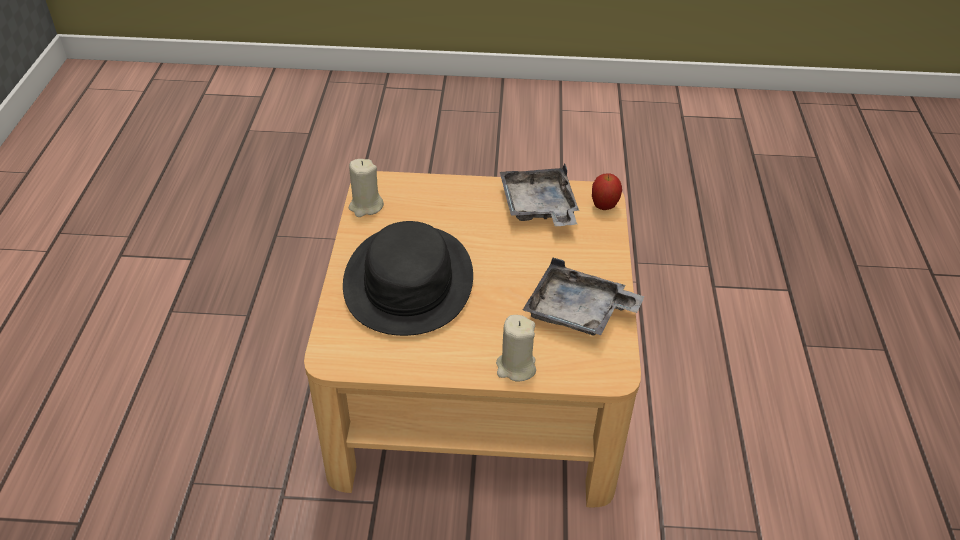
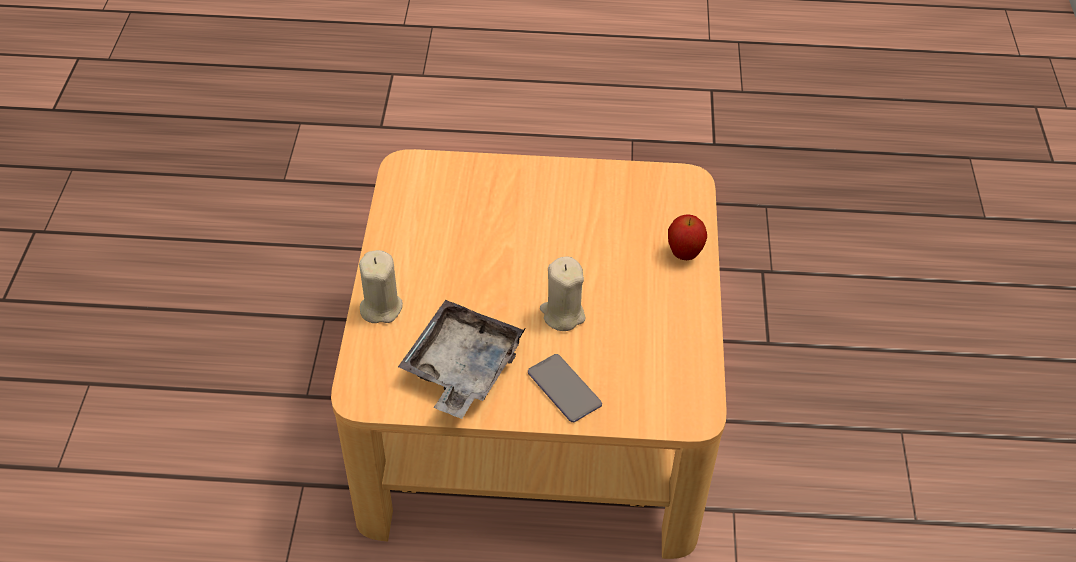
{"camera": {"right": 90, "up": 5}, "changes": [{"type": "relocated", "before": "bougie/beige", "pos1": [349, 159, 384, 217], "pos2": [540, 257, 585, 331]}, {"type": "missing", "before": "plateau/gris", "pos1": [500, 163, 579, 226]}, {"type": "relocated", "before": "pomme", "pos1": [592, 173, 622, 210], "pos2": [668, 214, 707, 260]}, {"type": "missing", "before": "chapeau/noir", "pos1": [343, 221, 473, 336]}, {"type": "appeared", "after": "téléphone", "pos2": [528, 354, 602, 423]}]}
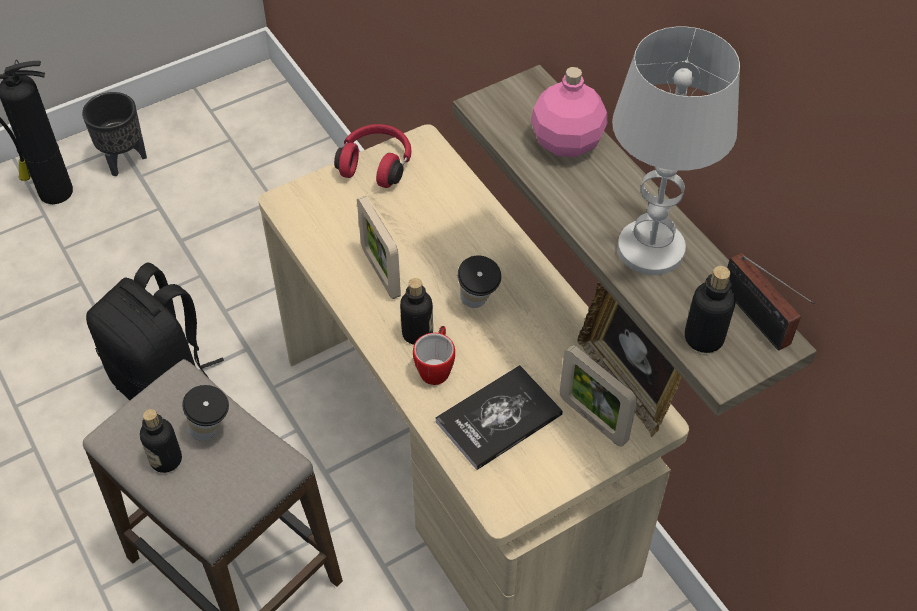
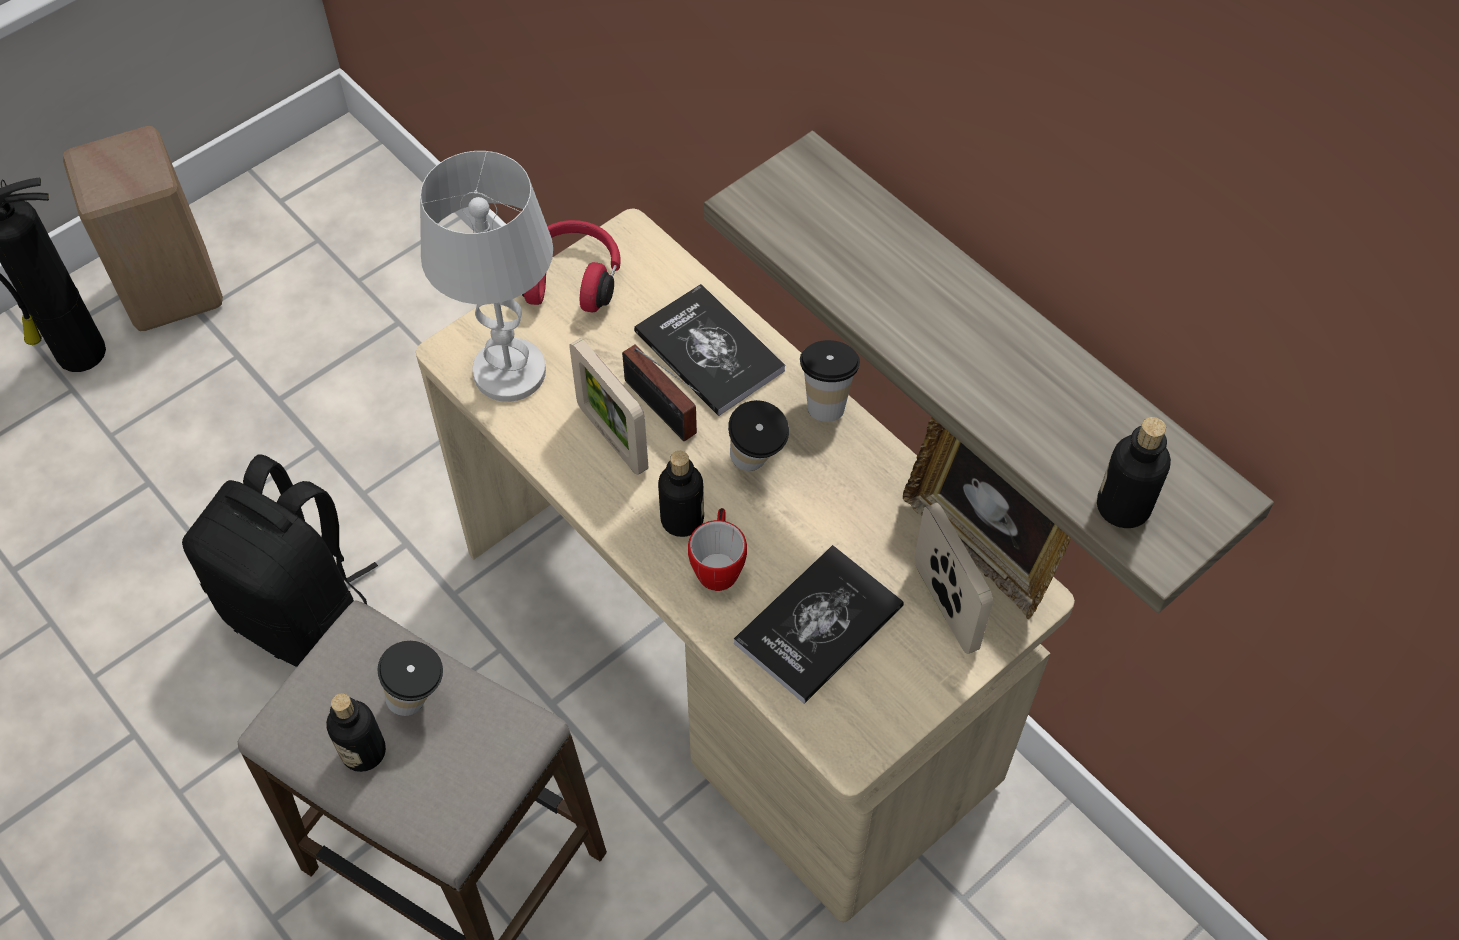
{"camera": {"right": -10, "up": 5}, "changes": [{"type": "relocated", "before": "lampe de table/blanc", "pos1": [612, 27, 740, 275], "pos2": [420, 151, 553, 402]}, {"type": "missing", "before": "bouteille/rose", "pos1": [531, 67, 607, 157]}, {"type": "exchanged", "before": "cache-pot/noir", "after": "tabouret/beige", "pos1": [82, 92, 147, 176], "pos2": [63, 126, 223, 331]}, {"type": "relocated", "before": "radio", "pos1": [727, 253, 814, 350], "pos2": [622, 344, 700, 441]}, {"type": "spun", "before": "cadre photo", "pos1": [560, 345, 637, 447], "pos2": [914, 503, 993, 654], "turn": -150}, {"type": "appeared", "after": "livre", "pos2": [634, 284, 785, 416]}, {"type": "appeared", "after": "tasse", "pos2": [800, 340, 860, 422]}]}
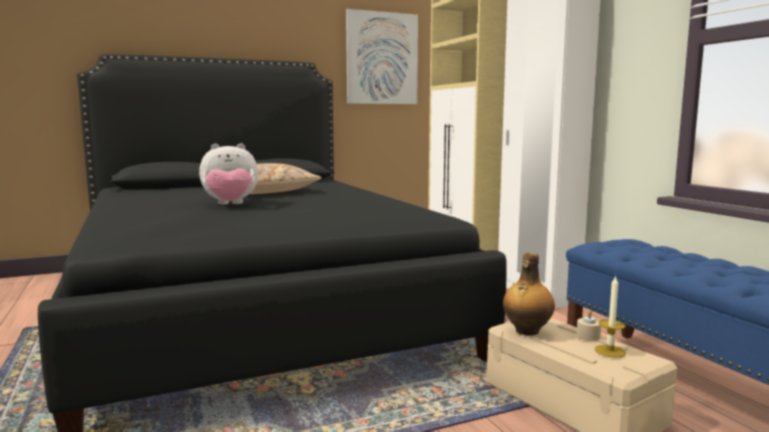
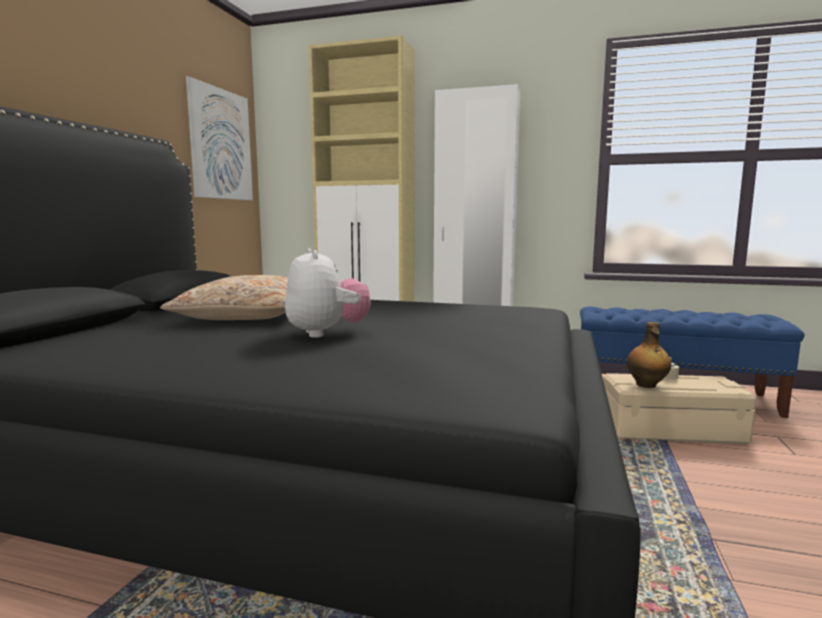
{"camera": {"right": -50, "up": 0}, "changes": [{"type": "spun", "before": "peluche", "pos1": [199, 143, 258, 205], "pos2": [285, 248, 371, 338], "turn": -45}, {"type": "missing", "before": "bougie", "pos1": [595, 275, 626, 357]}]}
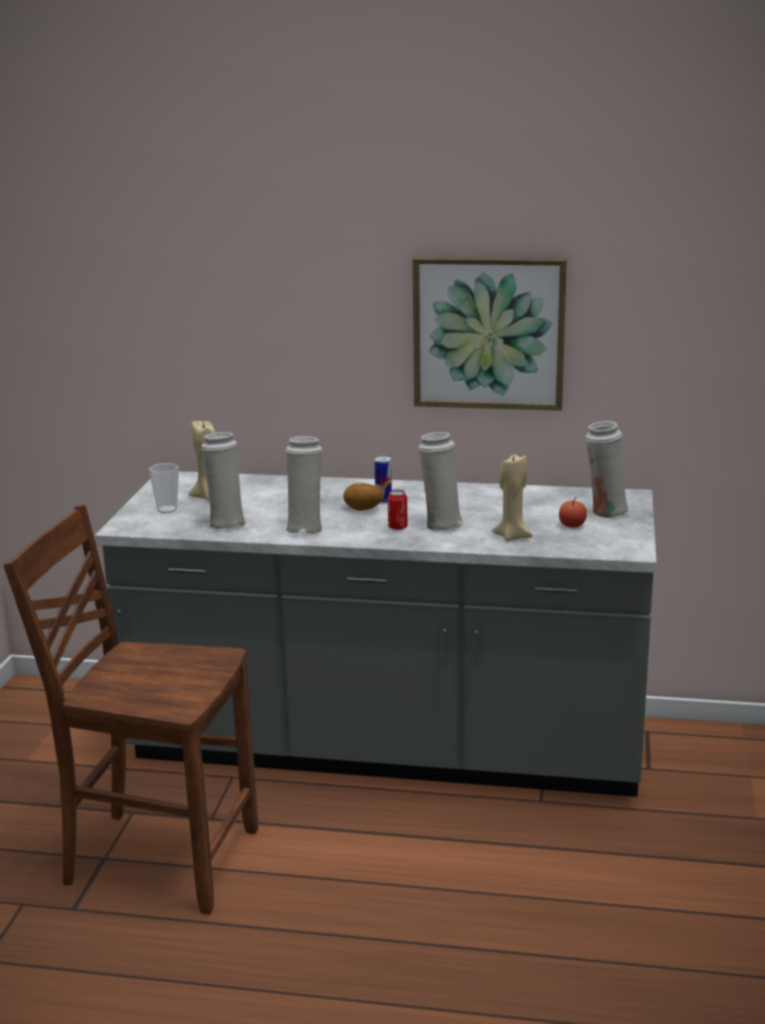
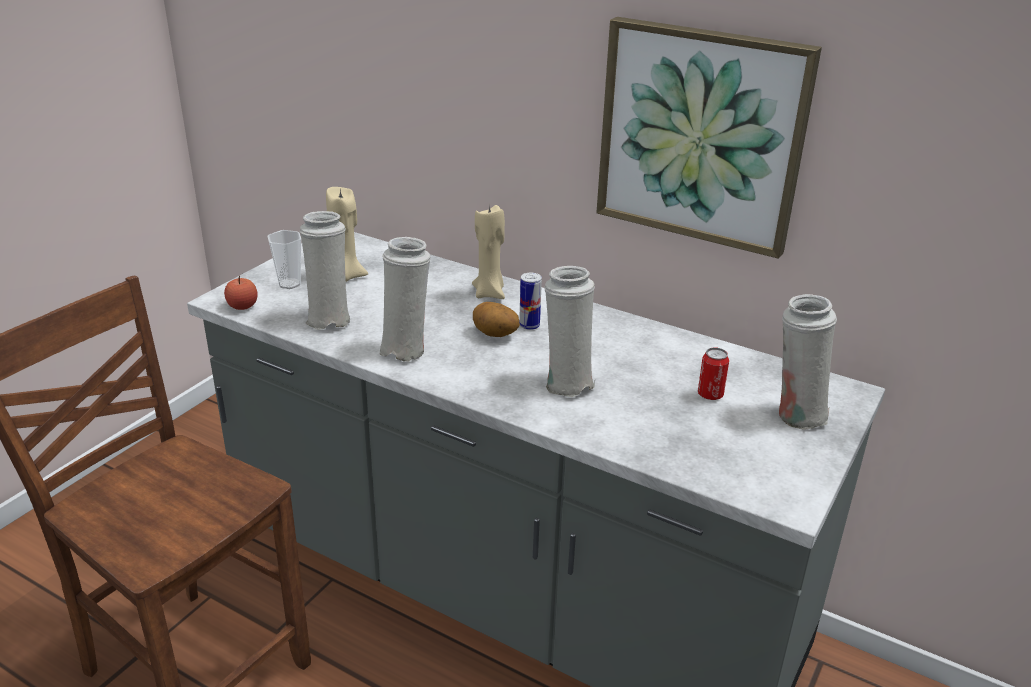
{"camera": {"right": 20, "up": 10}, "changes": [{"type": "relocated", "before": "bougie/beige", "pos1": [492, 452, 532, 542], "pos2": [472, 204, 505, 299]}, {"type": "relocated", "before": "boîte métallique", "pos1": [388, 490, 408, 530], "pos2": [698, 348, 729, 400]}, {"type": "relocated", "before": "pomme", "pos1": [559, 497, 587, 528], "pos2": [224, 276, 258, 310]}]}
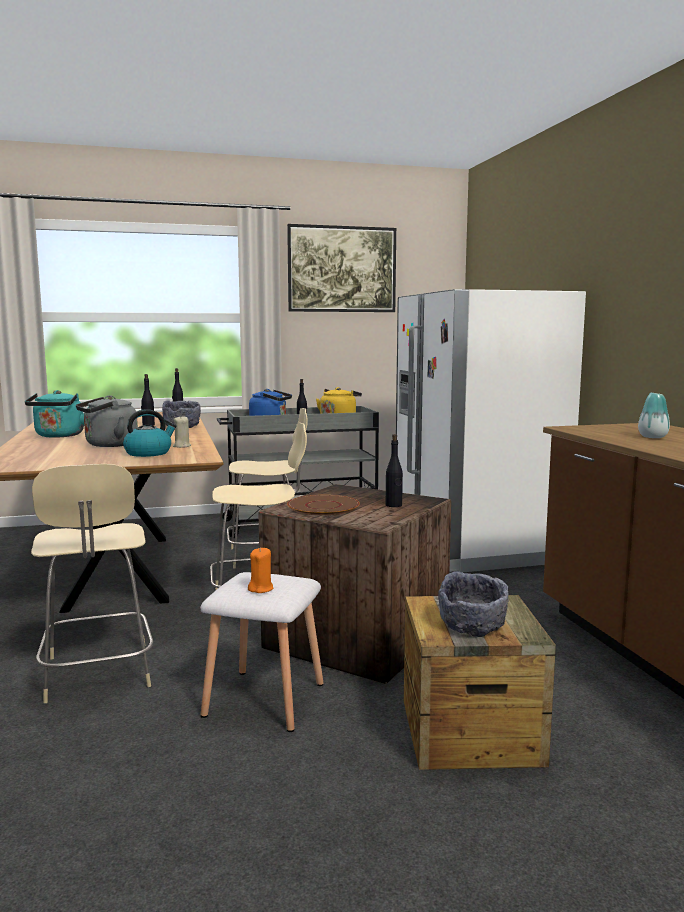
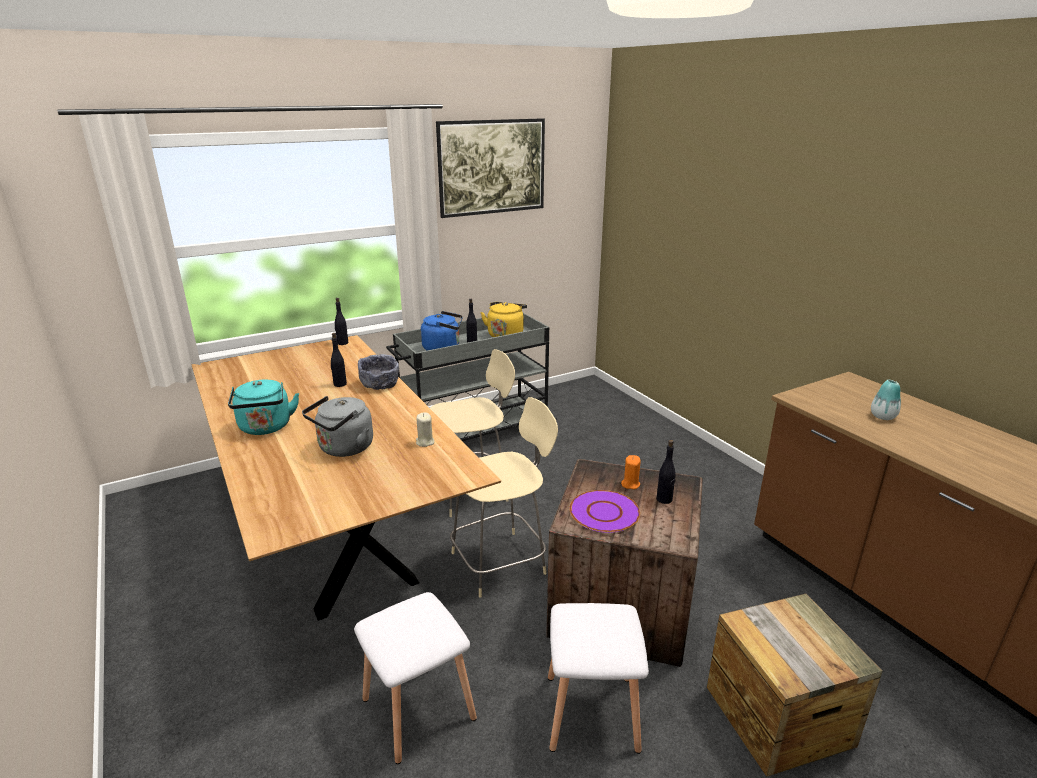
{"camera": {"right": -15, "up": 15}, "changes": [{"type": "missing", "before": "réfrigérateur/blanc", "pos1": [396, 289, 586, 573]}, {"type": "missing", "before": "bouilloire", "pos1": [123, 409, 177, 457]}, {"type": "exchanged", "before": "chaise/beige", "after": "tabouret/blanc", "pos1": [31, 464, 153, 703], "pos2": [354, 592, 477, 764]}, {"type": "colour", "before": "assiette/marron", "after": "assiette/violet", "pos1": [287, 495, 360, 515], "pos2": [570, 490, 640, 533]}, {"type": "relocated", "before": "bougie/orange", "pos1": [248, 547, 273, 593], "pos2": [621, 455, 641, 489]}, {"type": "missing", "before": "bol/gris", "pos1": [438, 571, 509, 637]}]}
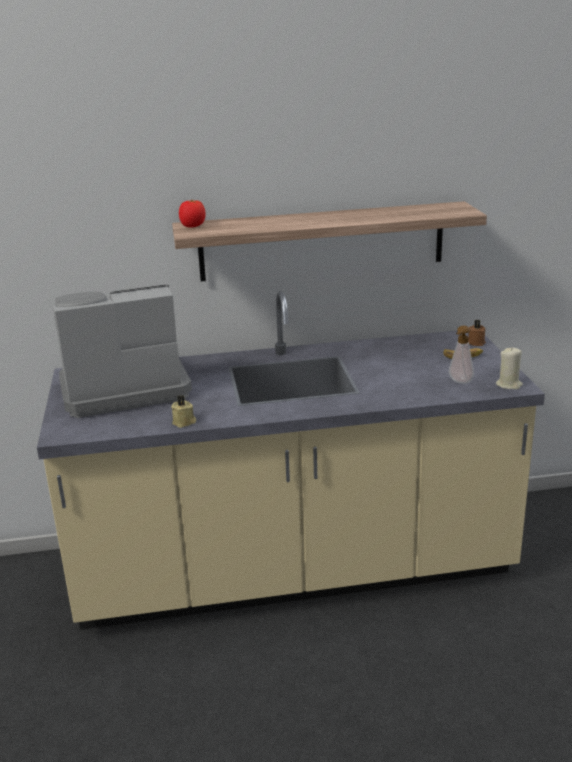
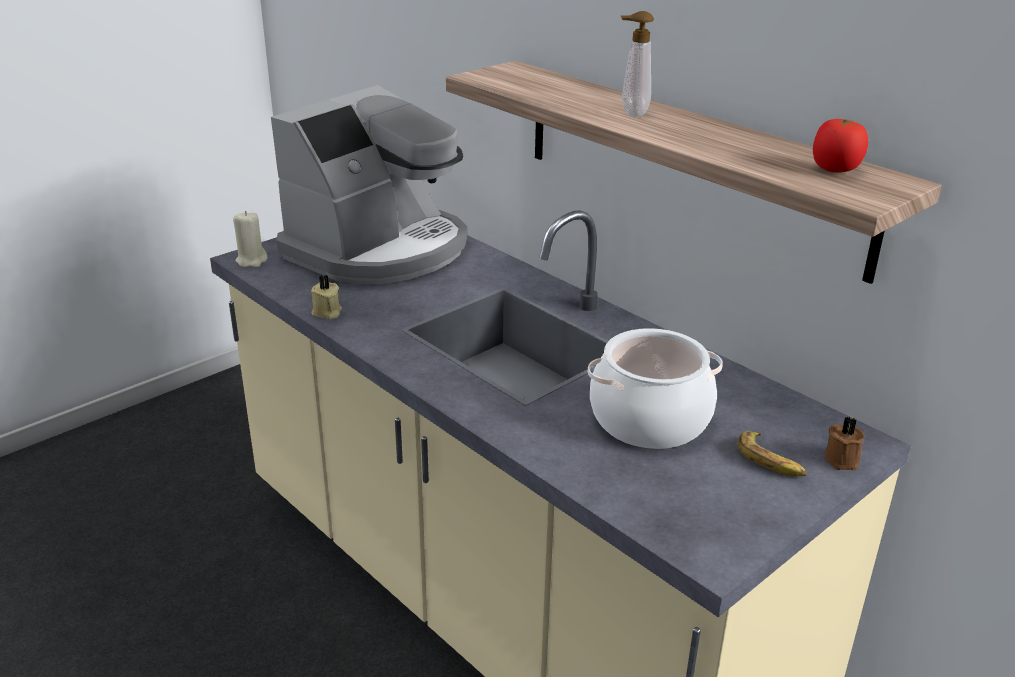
{"camera": {"right": 55, "up": 5}, "changes": [{"type": "relocated", "before": "tomate", "pos1": [179, 200, 205, 228], "pos2": [813, 119, 868, 173]}, {"type": "spun", "before": "machine à café", "pos1": [53, 284, 192, 418], "pos2": [271, 85, 467, 284], "turn": 90}, {"type": "relocated", "before": "distributeur de savon", "pos1": [449, 326, 474, 384], "pos2": [621, 11, 654, 117]}, {"type": "relocated", "before": "bougie/beige", "pos1": [496, 347, 523, 389], "pos2": [233, 211, 268, 267]}, {"type": "appeared", "after": "marmite", "pos2": [588, 328, 723, 449]}]}
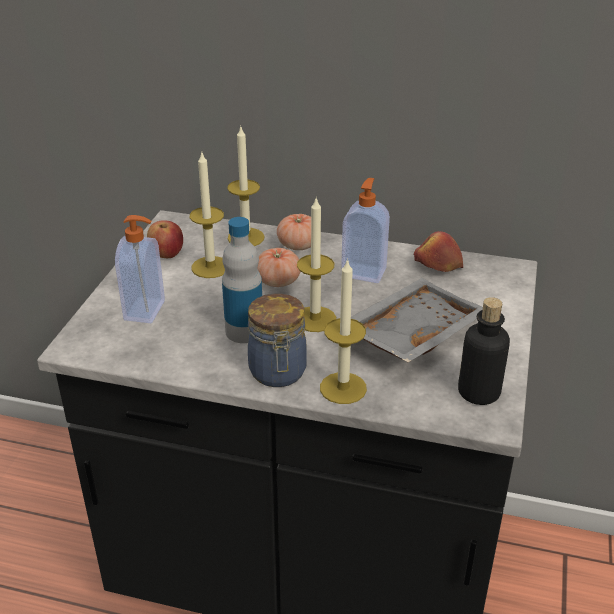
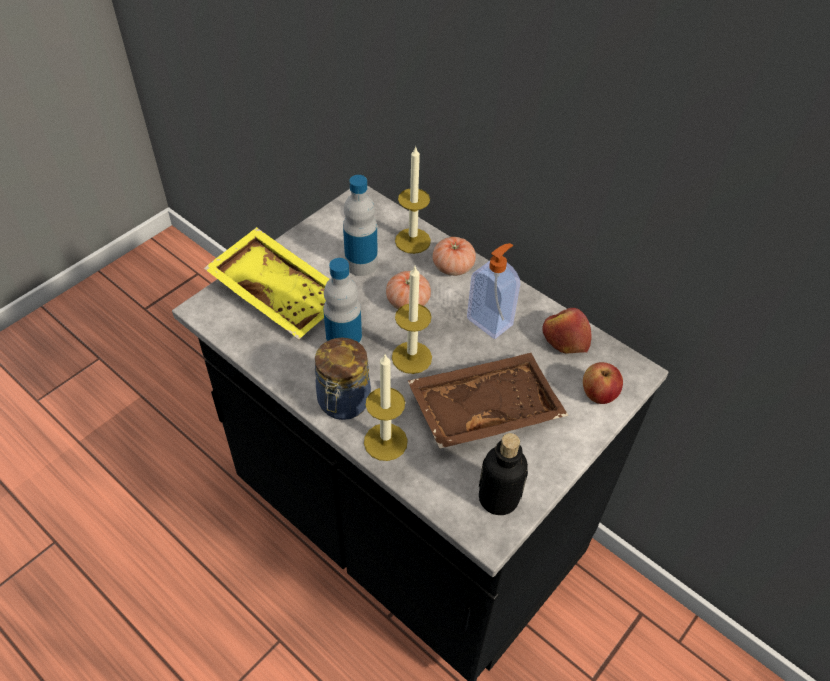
{"camera": {"right": 25, "up": 15}, "changes": [{"type": "exchanged", "before": "bougie", "after": "bouteille", "pos1": [190, 153, 225, 278], "pos2": [343, 175, 378, 276]}, {"type": "exchanged", "before": "distributeur de savon", "after": "plateau/jaune", "pos1": [115, 215, 165, 323], "pos2": [204, 227, 330, 339]}, {"type": "relocated", "before": "pomme", "pos1": [147, 220, 183, 258], "pos2": [583, 362, 623, 404]}, {"type": "colour", "before": "plateau/gris", "after": "plateau/marron", "pos1": [351, 278, 483, 362], "pos2": [408, 353, 568, 449]}]}
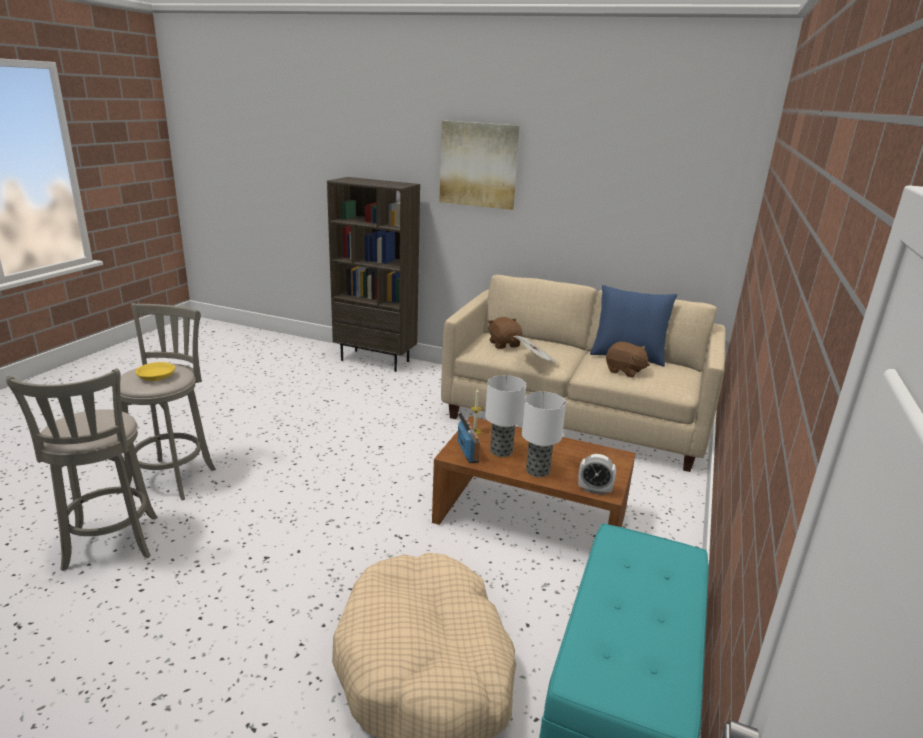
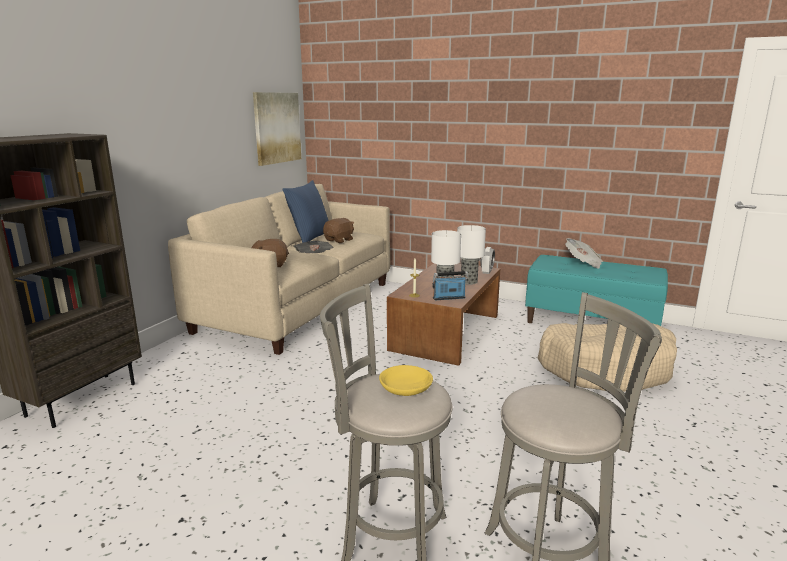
{"camera": {"right": -85, "up": -5}, "changes": [{"type": "relocated", "before": "tableau", "pos1": [439, 121, 520, 210], "pos2": [253, 92, 301, 166]}, {"type": "appeared", "after": "journal", "pos2": [565, 238, 603, 269]}]}
